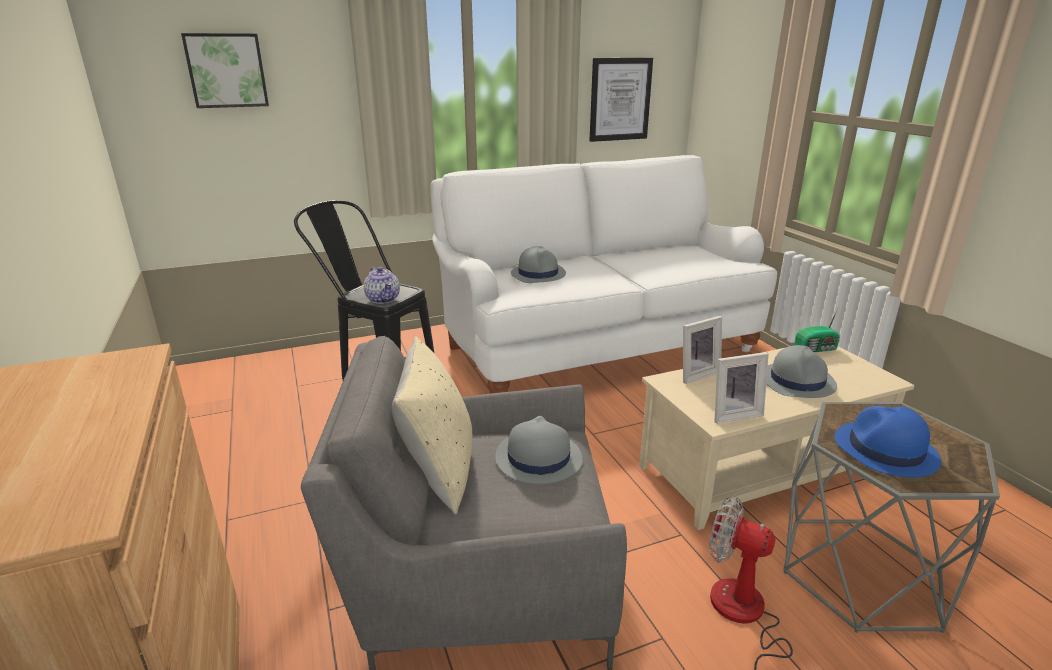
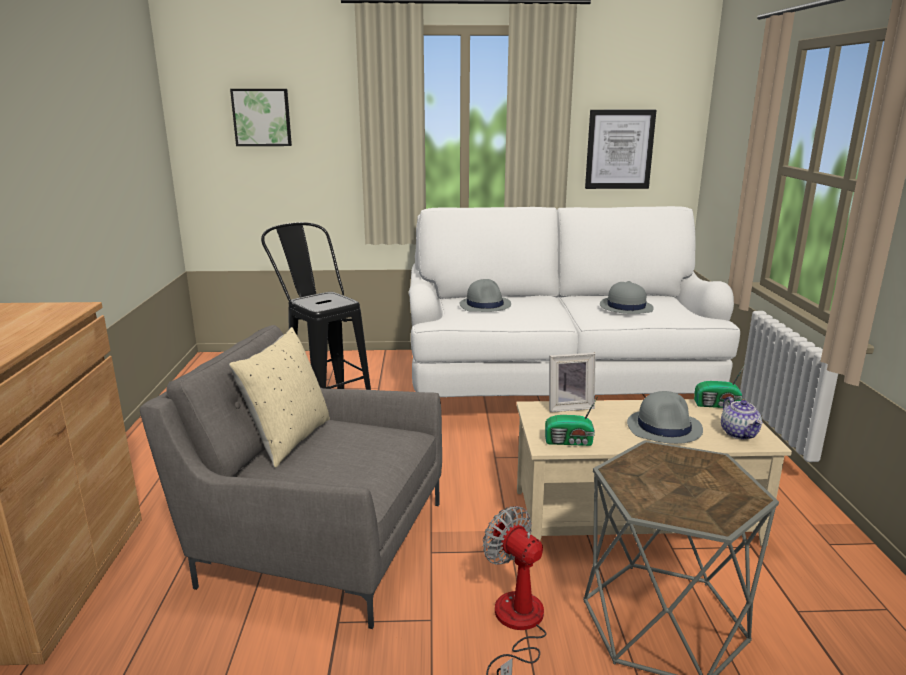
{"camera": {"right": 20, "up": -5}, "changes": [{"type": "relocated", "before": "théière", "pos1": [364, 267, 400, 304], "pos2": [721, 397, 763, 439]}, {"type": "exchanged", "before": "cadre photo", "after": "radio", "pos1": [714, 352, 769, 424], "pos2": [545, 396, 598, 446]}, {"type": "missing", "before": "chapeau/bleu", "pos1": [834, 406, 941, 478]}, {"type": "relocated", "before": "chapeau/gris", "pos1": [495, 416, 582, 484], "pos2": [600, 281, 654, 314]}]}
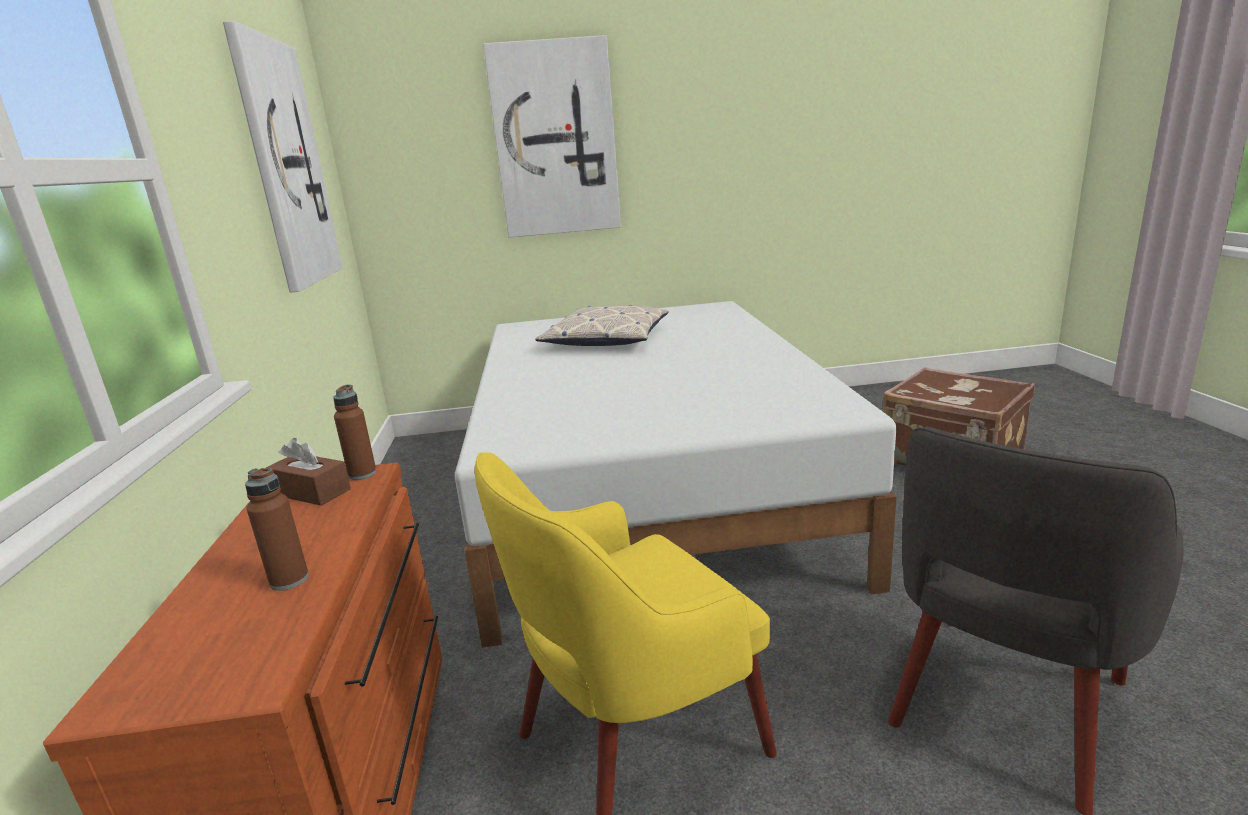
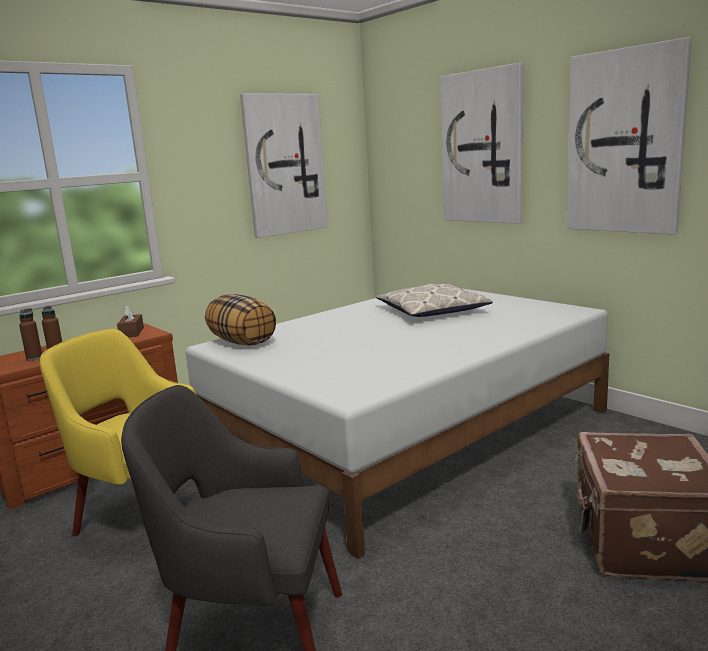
{"camera": {"right": 55, "up": -5}, "changes": [{"type": "relocated", "before": "bouteille/marron", "pos1": [333, 384, 377, 480], "pos2": [19, 308, 42, 361]}, {"type": "appeared", "after": "tableau", "pos2": [567, 37, 692, 234]}, {"type": "appeared", "after": "coussin", "pos2": [205, 294, 276, 345]}]}
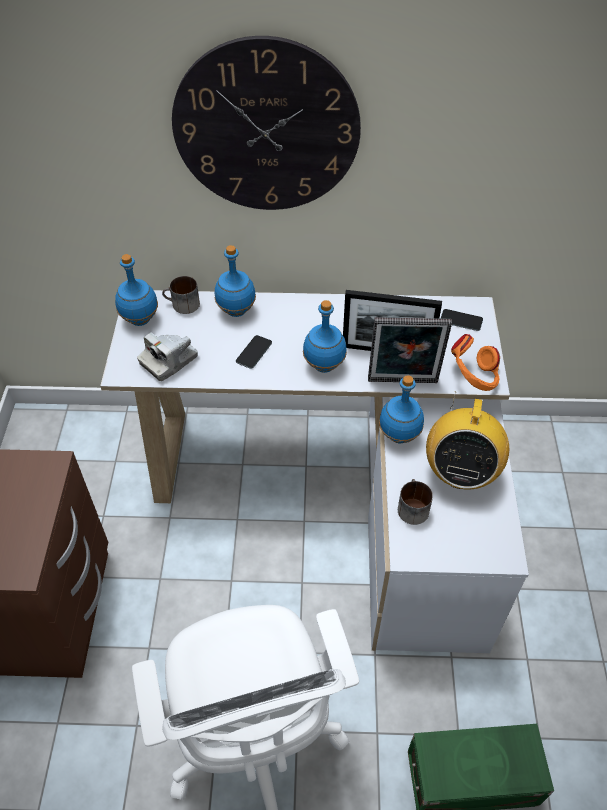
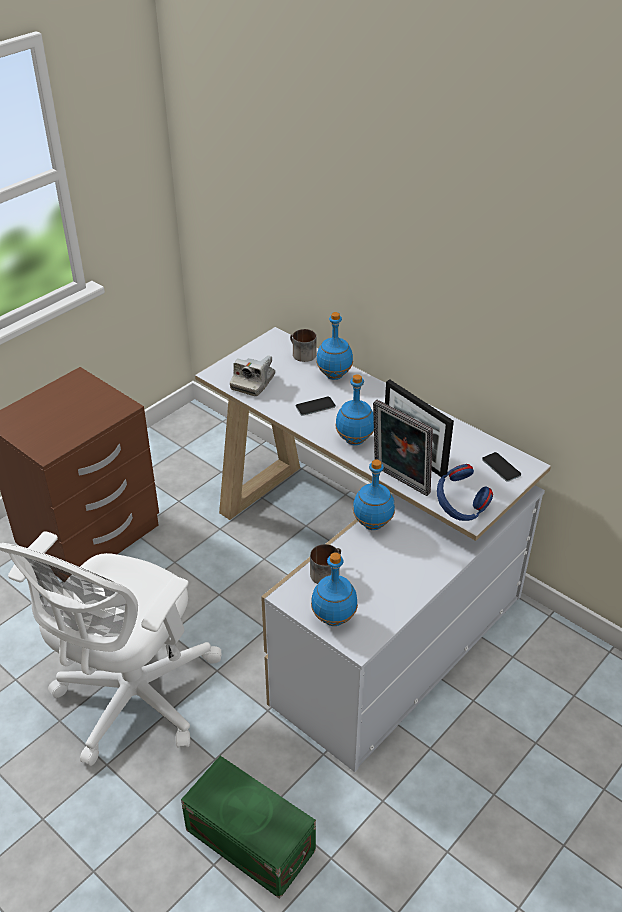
{"camera": {"right": 40, "up": -10}, "changes": [{"type": "missing", "before": "horloge murale", "pos1": [172, 36, 361, 210]}, {"type": "relocated", "before": "bouteille/bleu", "pos1": [115, 254, 158, 326], "pos2": [311, 552, 358, 626]}, {"type": "spun", "before": "appareil photo", "pos1": [137, 332, 198, 381], "pos2": [230, 355, 275, 396], "turn": -60}, {"type": "colour", "before": "casque audio/orange", "after": "casque audio/bleu", "pos1": [451, 334, 500, 391], "pos2": [437, 464, 493, 521]}, {"type": "missing", "before": "radio", "pos1": [426, 391, 509, 490]}]}
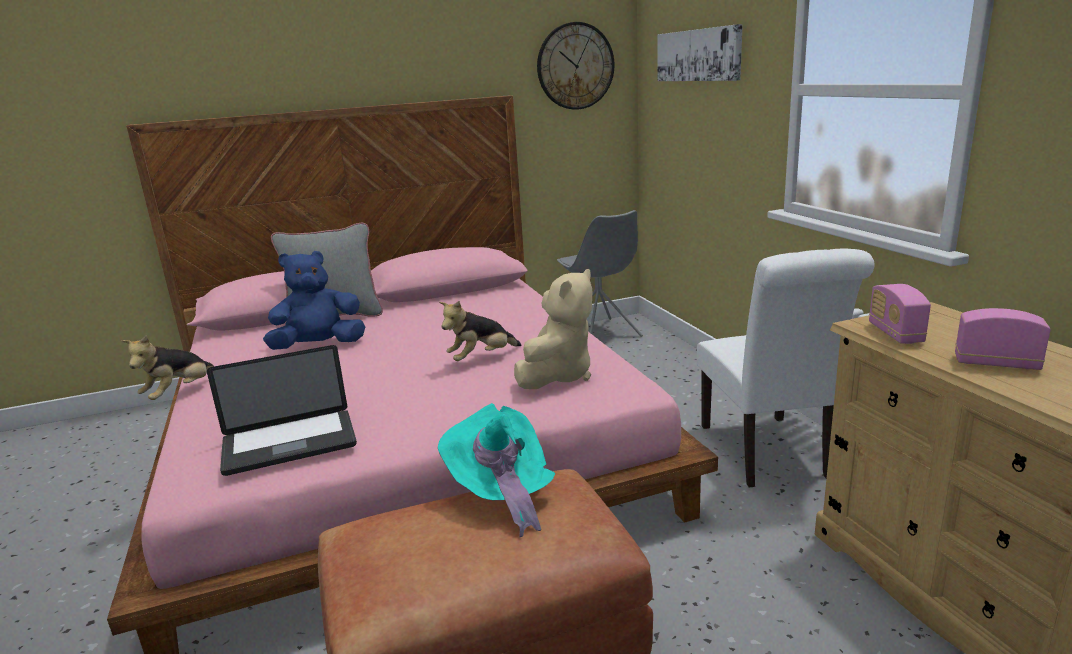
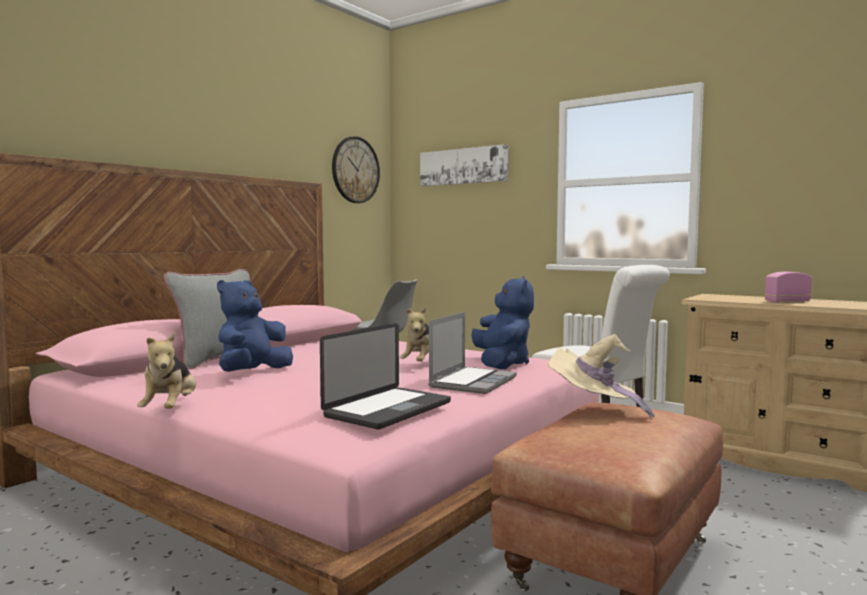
{"camera": {"right": -35, "up": -15}, "changes": [{"type": "colour", "before": "peluche/beige", "after": "peluche/bleu", "pos1": [514, 269, 592, 389], "pos2": [471, 276, 534, 369]}, {"type": "missing", "before": "radio", "pos1": [869, 284, 931, 344]}, {"type": "colour", "before": "chapeau/turquoise", "after": "chapeau/beige", "pos1": [438, 403, 555, 537], "pos2": [548, 334, 655, 420]}, {"type": "appeared", "after": "ordinateur portable", "pos2": [428, 312, 517, 394]}]}
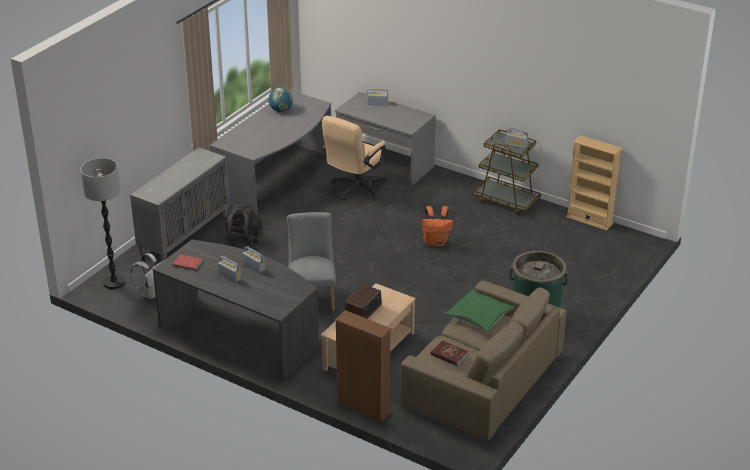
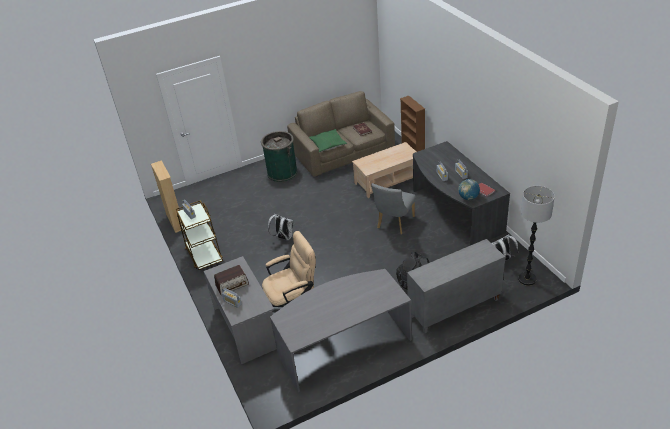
{"camera": {"right": -145, "up": 5}, "changes": [{"type": "relocated", "before": "globe", "pos1": [268, 87, 293, 112], "pos2": [458, 179, 480, 200]}, {"type": "colour", "before": "sac à dos/orange", "after": "sac à dos/blanc", "pos1": [422, 206, 453, 246], "pos2": [268, 214, 295, 241]}, {"type": "relocated", "before": "radio", "pos1": [345, 284, 382, 319], "pos2": [214, 265, 249, 295]}]}
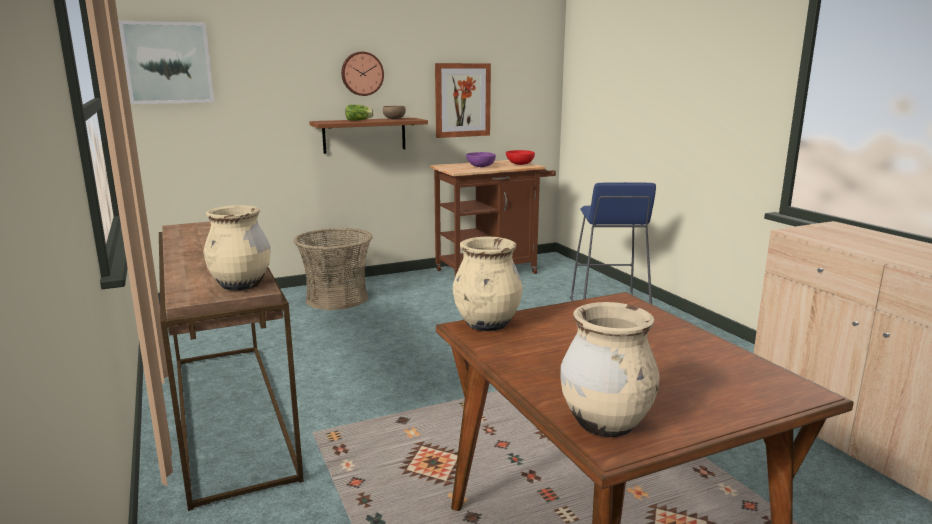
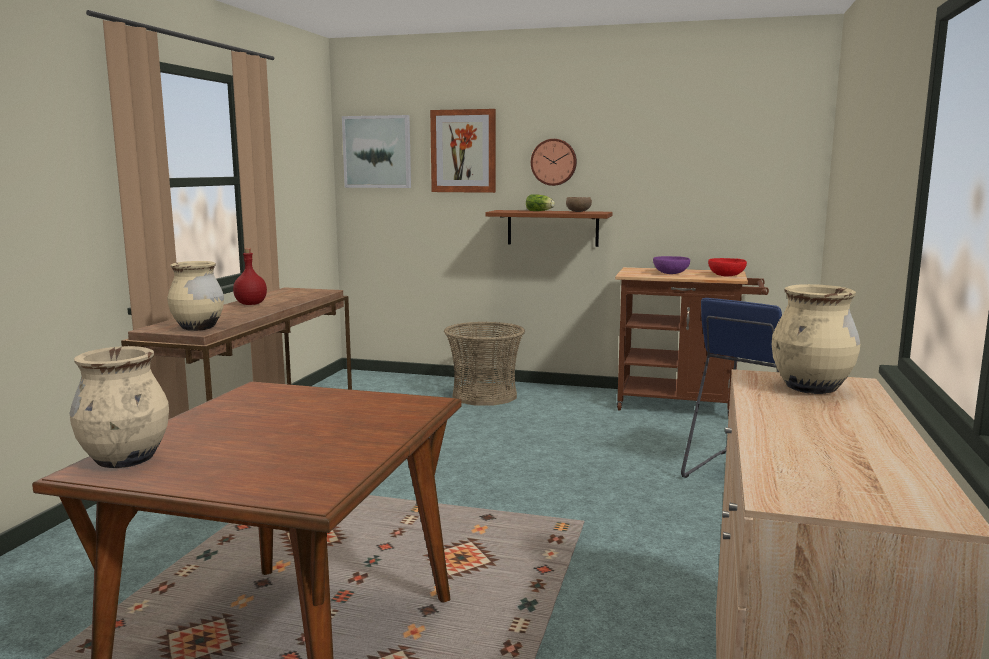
{"camera": {"right": 40, "up": -5}, "changes": [{"type": "relocated", "before": "tableau", "pos1": [435, 63, 491, 138], "pos2": [430, 109, 496, 193]}, {"type": "relocated", "before": "vase/beige", "pos1": [453, 237, 522, 331], "pos2": [772, 284, 861, 394]}, {"type": "appeared", "after": "bouteille/rouge", "pos2": [233, 249, 267, 305]}]}
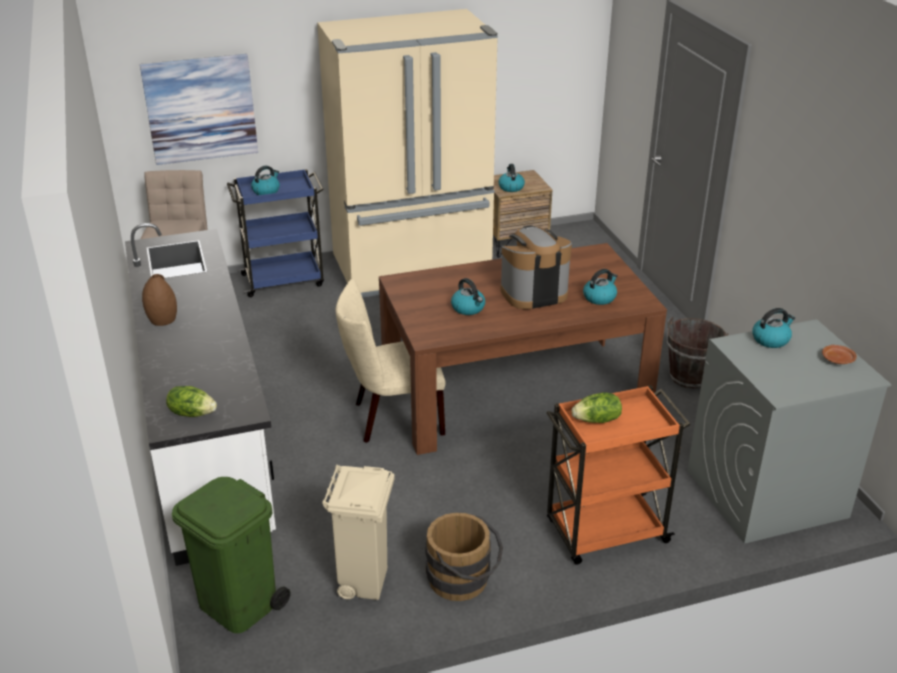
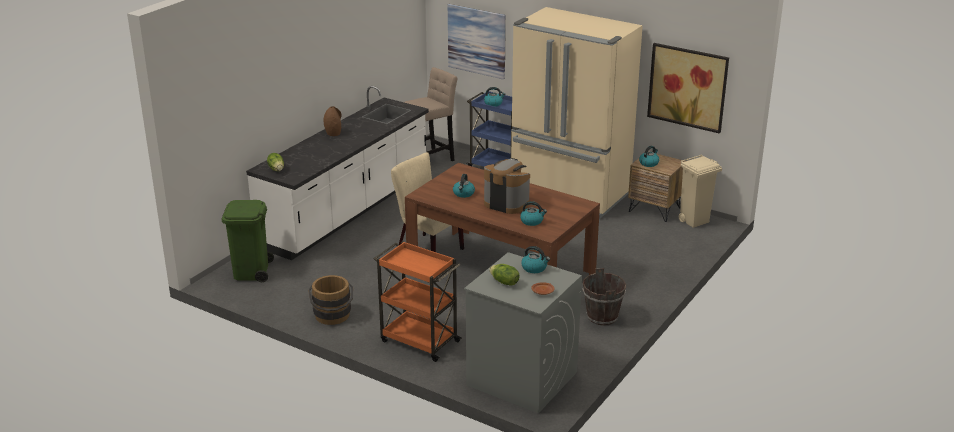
{"camera": {"right": 50, "up": -5}, "changes": [{"type": "relocated", "before": "laitue", "pos1": [572, 393, 622, 423], "pos2": [489, 264, 520, 286]}, {"type": "relocated", "before": "poubelle/beige", "pos1": [322, 465, 394, 600], "pos2": [679, 154, 722, 228]}, {"type": "appeared", "after": "tableau", "pos2": [647, 43, 729, 134]}]}
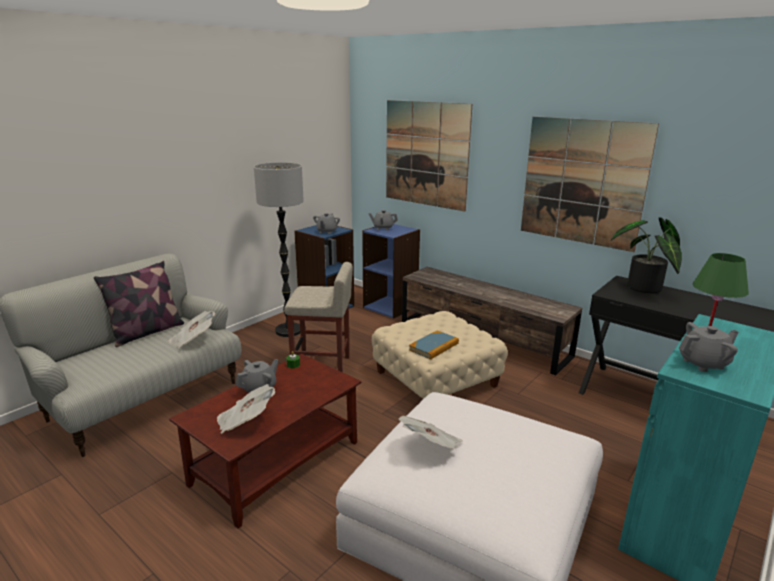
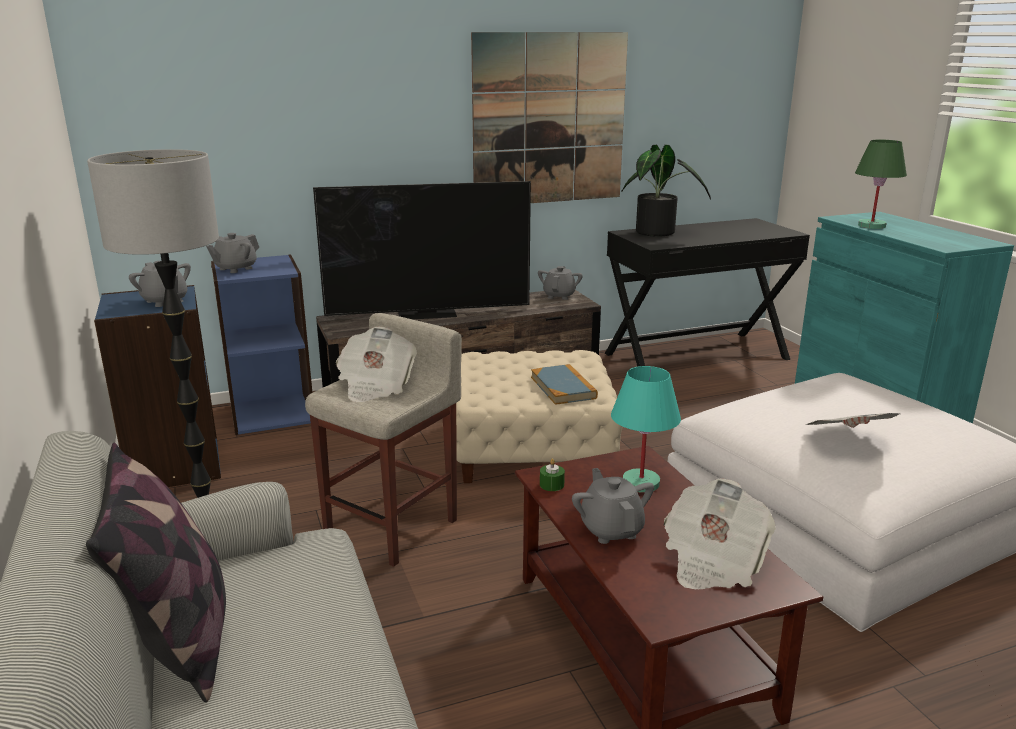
{"camera": {"right": -60, "up": 0}, "changes": [{"type": "missing", "before": "tableau", "pos1": [386, 100, 472, 212]}, {"type": "relocated", "before": "journal", "pos1": [168, 311, 215, 348], "pos2": [336, 327, 417, 402]}, {"type": "relocated", "before": "théière/gris", "pos1": [679, 322, 738, 372], "pos2": [538, 266, 583, 300]}, {"type": "appeared", "after": "téléviseur", "pos2": [313, 181, 531, 319]}, {"type": "appeared", "after": "lampe de table/turquoise", "pos2": [611, 366, 681, 493]}]}
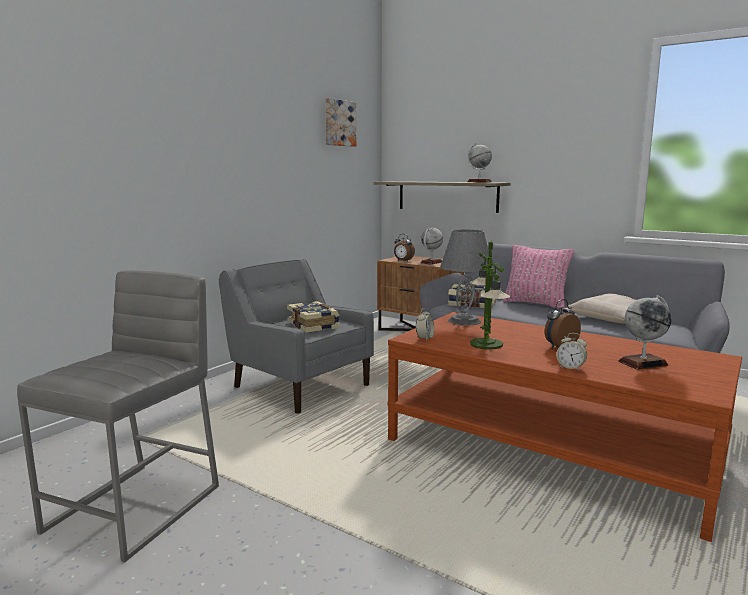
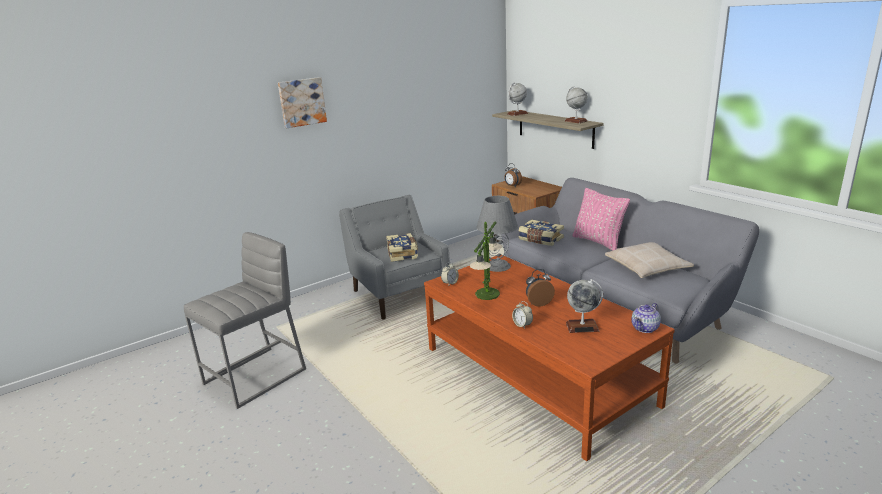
{"camera": {"right": 20, "up": 10}, "changes": [{"type": "relocated", "before": "tableau", "pos1": [325, 98, 356, 147], "pos2": [278, 77, 327, 128]}, {"type": "relocated", "before": "globe", "pos1": [420, 227, 443, 265], "pos2": [507, 82, 528, 116]}, {"type": "appeared", "after": "théière", "pos2": [631, 303, 661, 333]}]}
